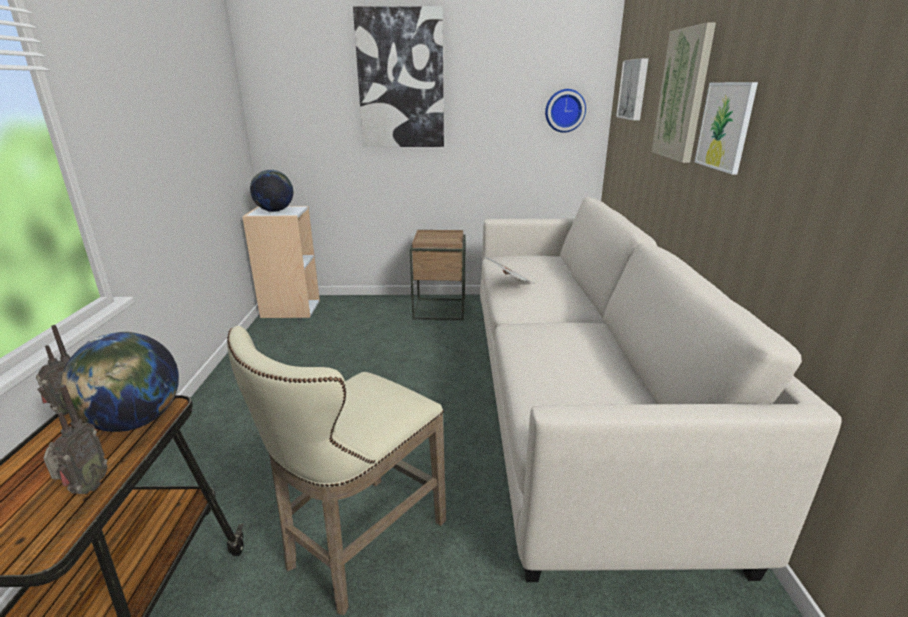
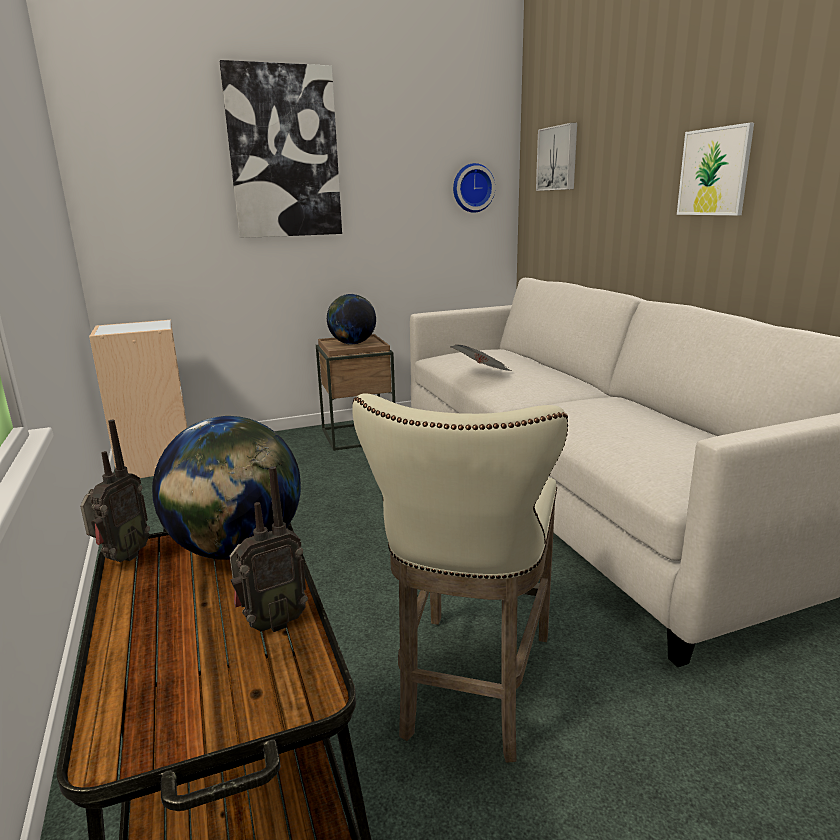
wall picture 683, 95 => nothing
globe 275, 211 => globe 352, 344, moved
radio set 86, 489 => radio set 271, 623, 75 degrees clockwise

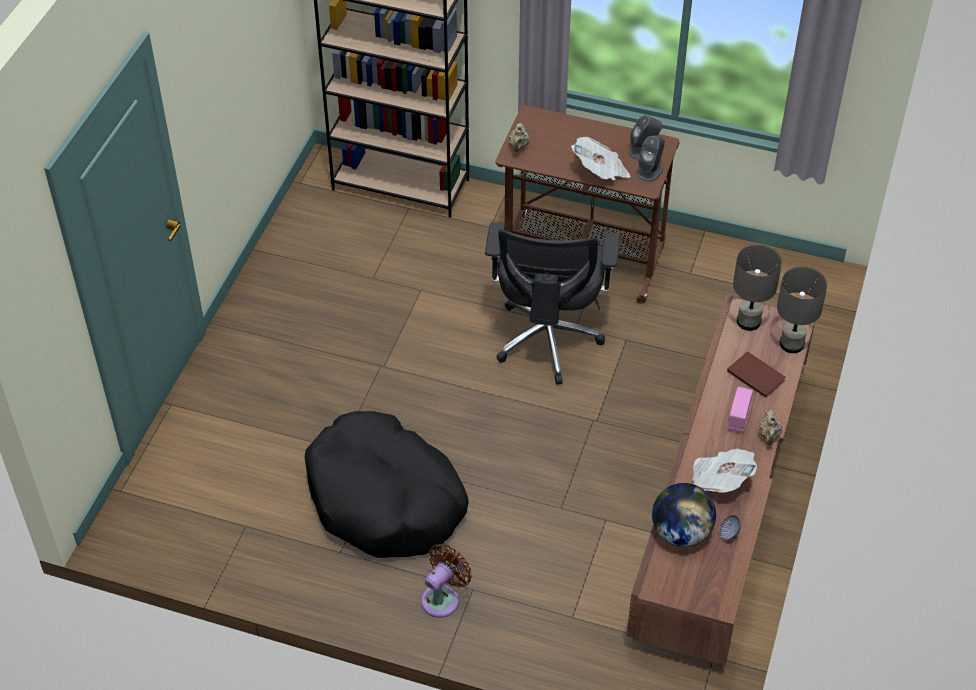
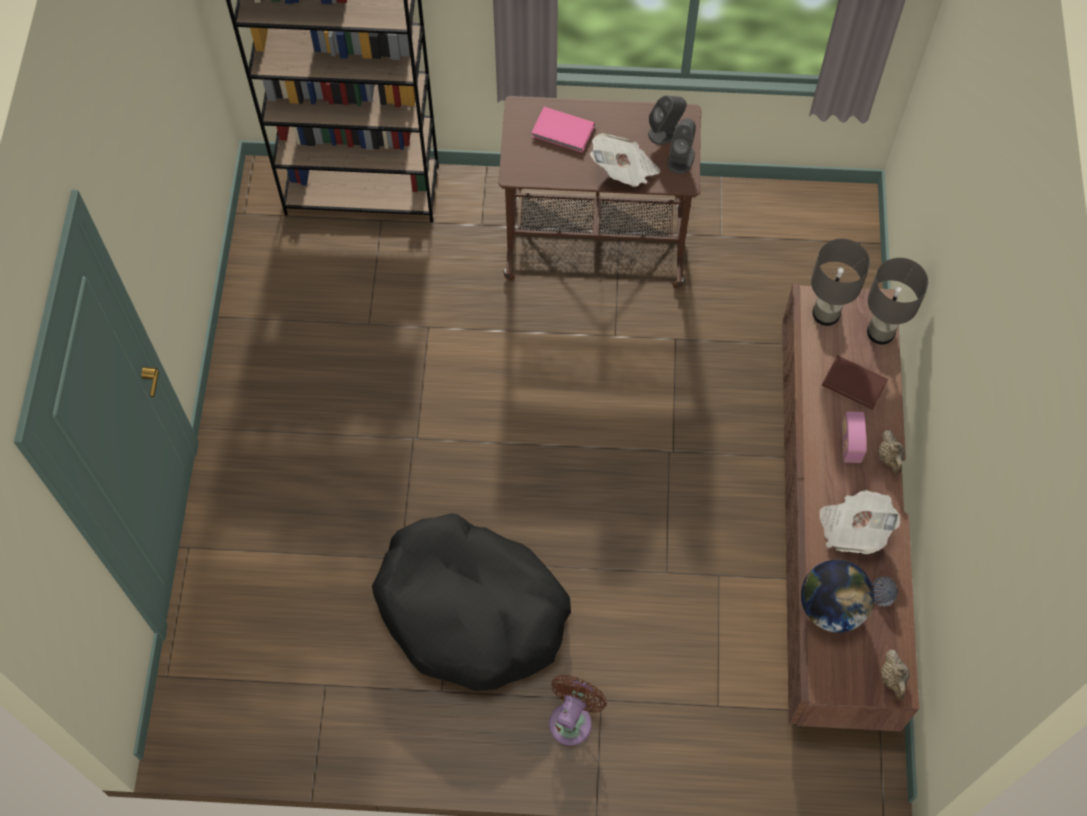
teapot in beige-coloured 518, 147 => teapot in beige-coloured 893, 679, moved
office chair 547, 336 => nothing
nothing => volume in pinkish 563, 132

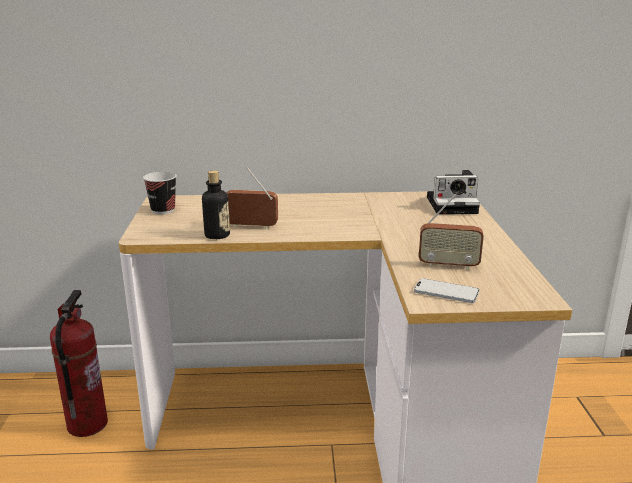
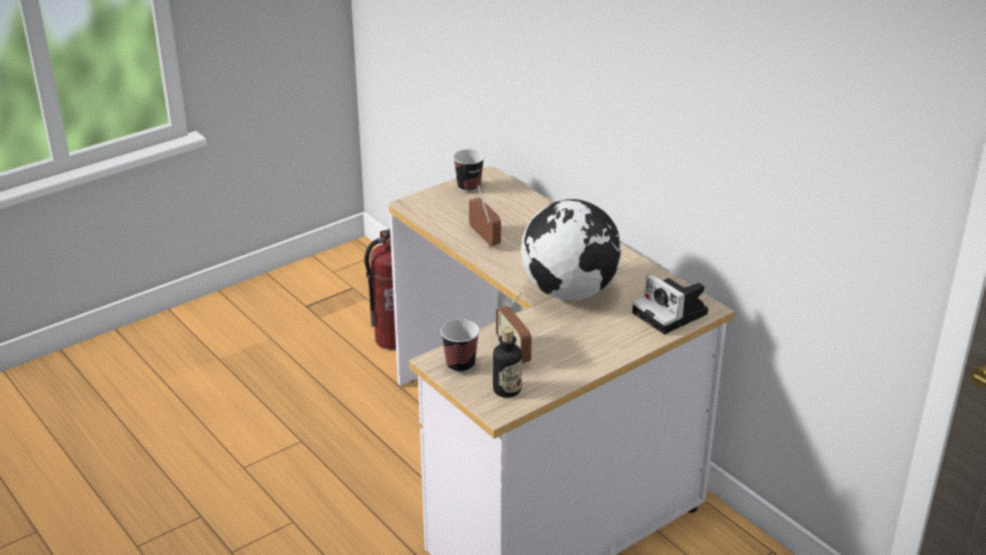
bottle 217, 235 => bottle 507, 390, moved
telephone 446, 292 => small cup 460, 365
nothing => globe 570, 292

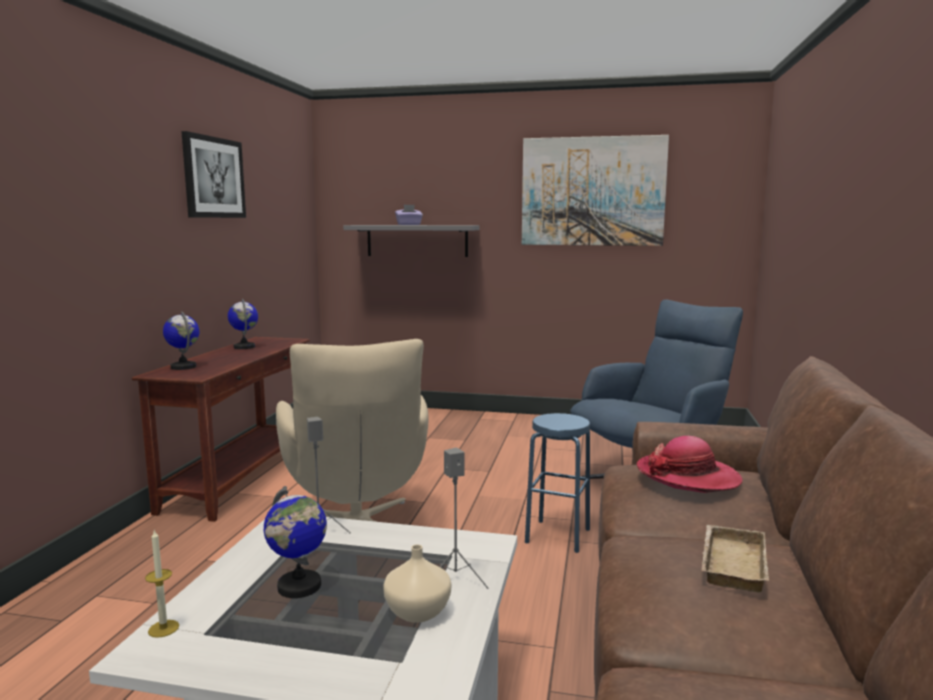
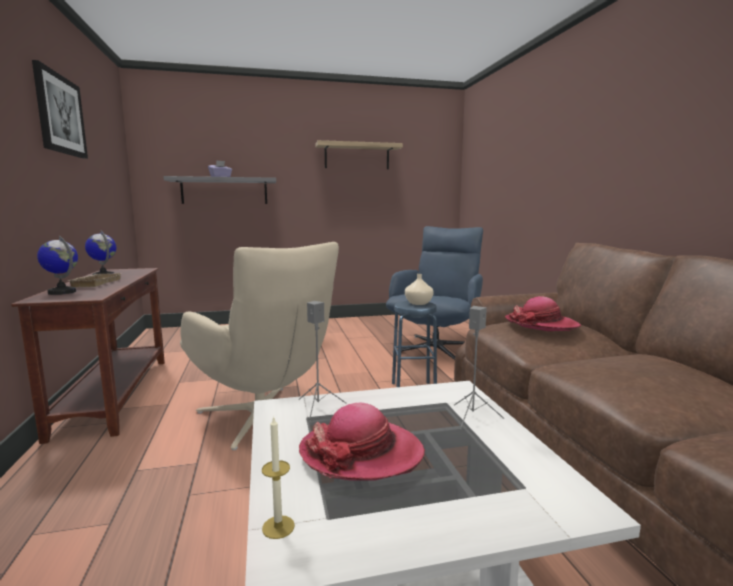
wall picture 592, 191 => wall shelf 357, 156
globe 299, 586 => clothing hat 361, 453
carrying tray in beige-coloured 730, 563 => carrying tray in beige-coloured 95, 283, moved
vase in beige-coloured 418, 612 => vase in beige-coloured 419, 303, moved

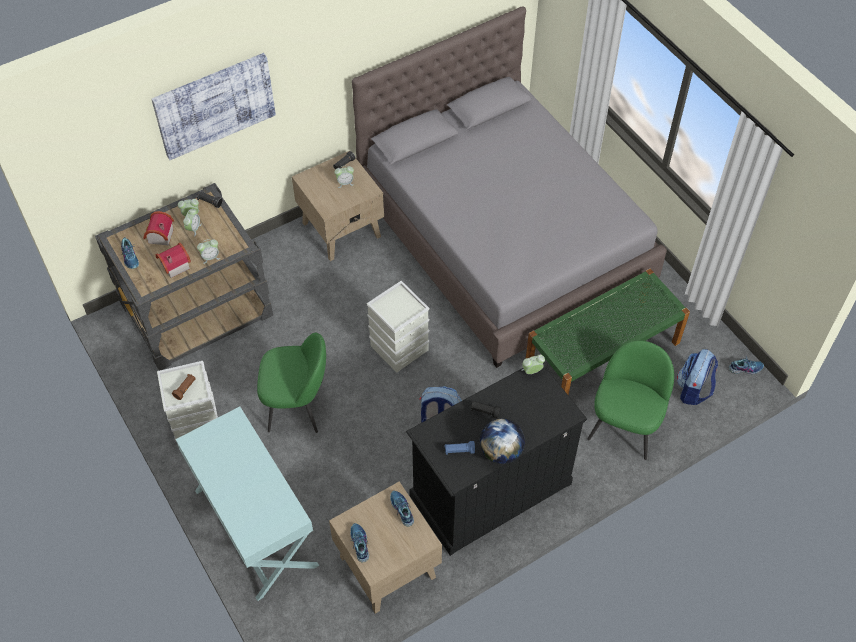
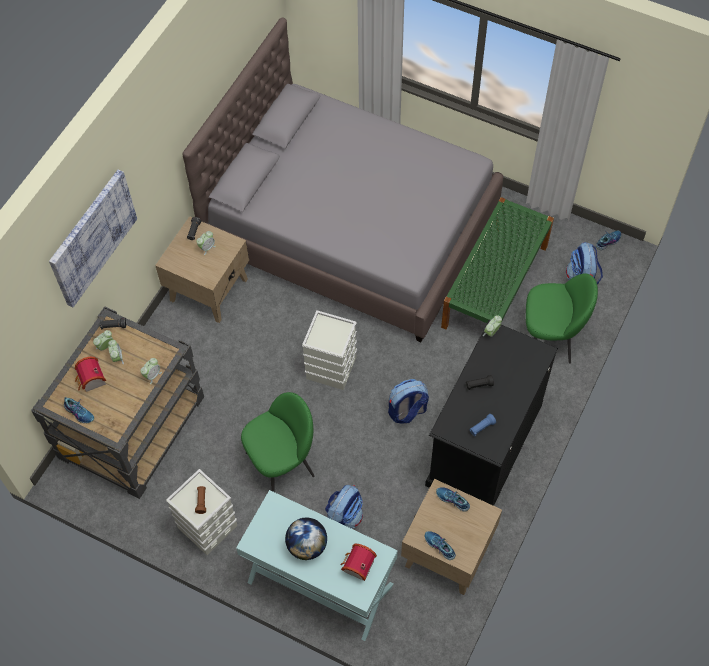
miniature house 173, 265 => miniature house 356, 566, moved
chair in greenish 624, 427 => chair in greenish 550, 337, 105 degrees clockwise
globe 501, 451 => globe 307, 545, moved
nothing => rucksack 344, 516

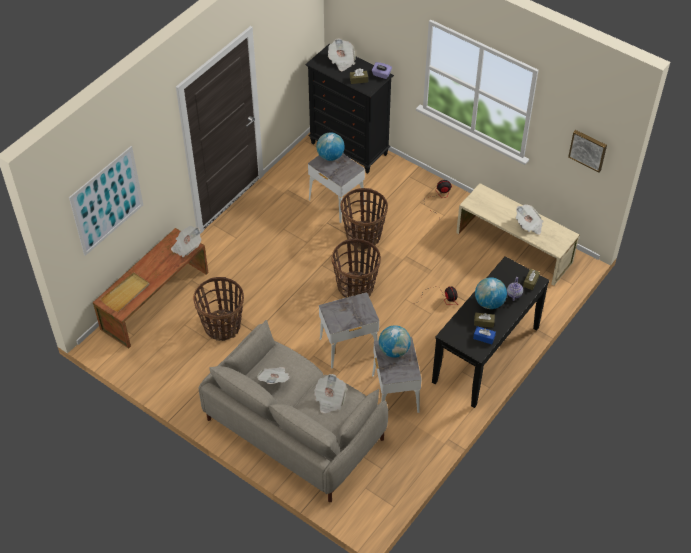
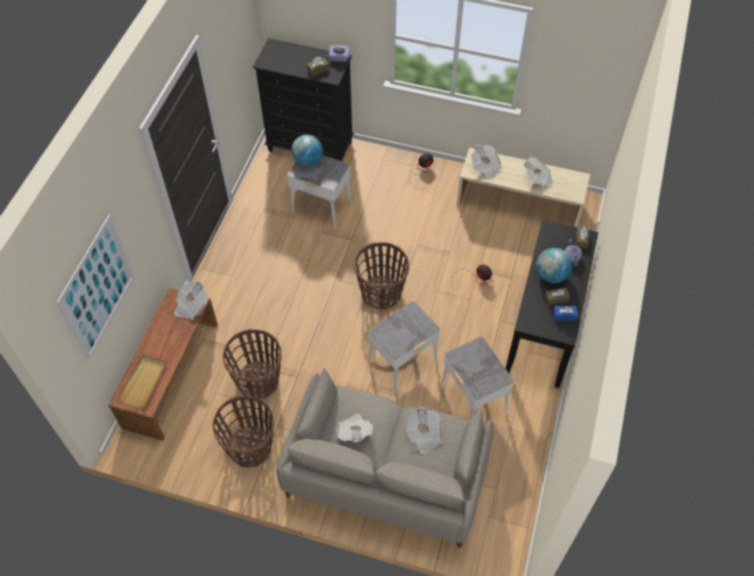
daily paper 341, 61 => daily paper 486, 168, moved
wall picture 588, 150 => nothing
household basket 363, 236 => household basket 250, 447, moved
globe 394, 350 => nothing

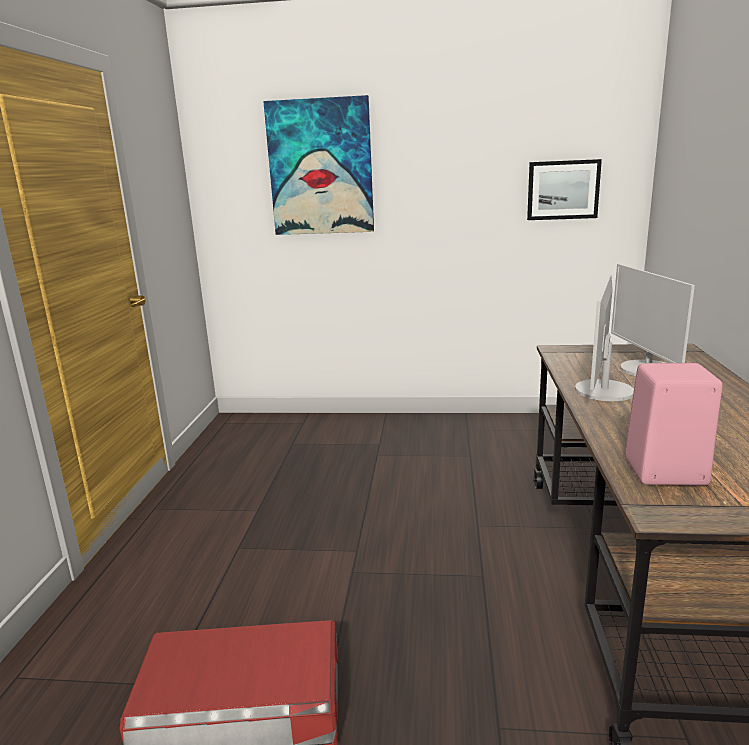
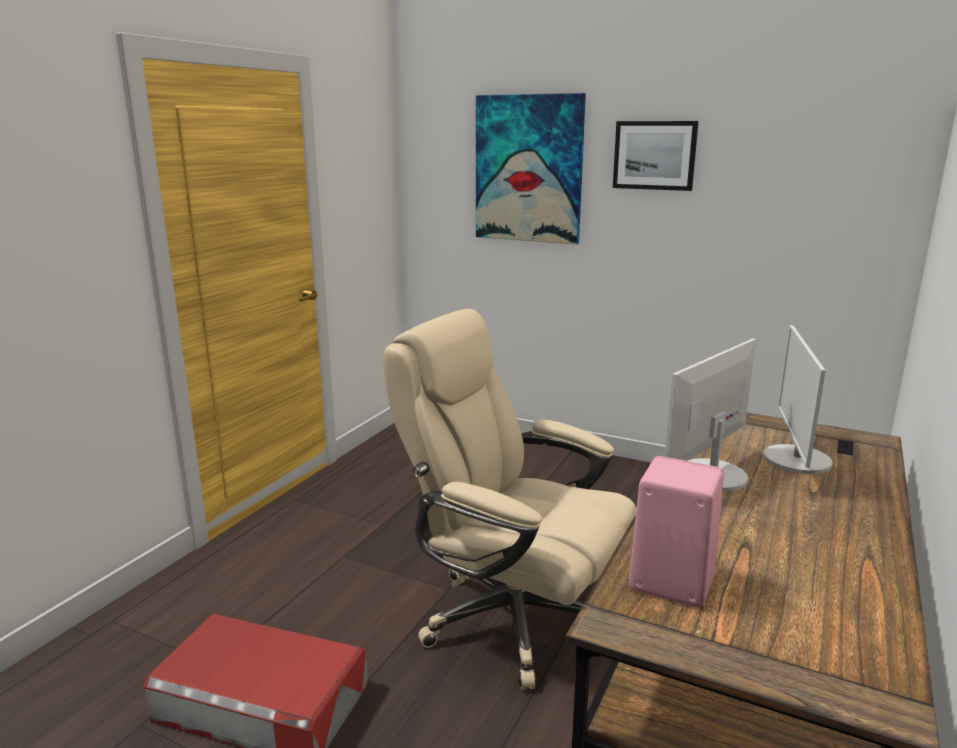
wall picture 563, 190 => wall picture 654, 155, moved
nothing => office chair in beige-coloured 513, 619

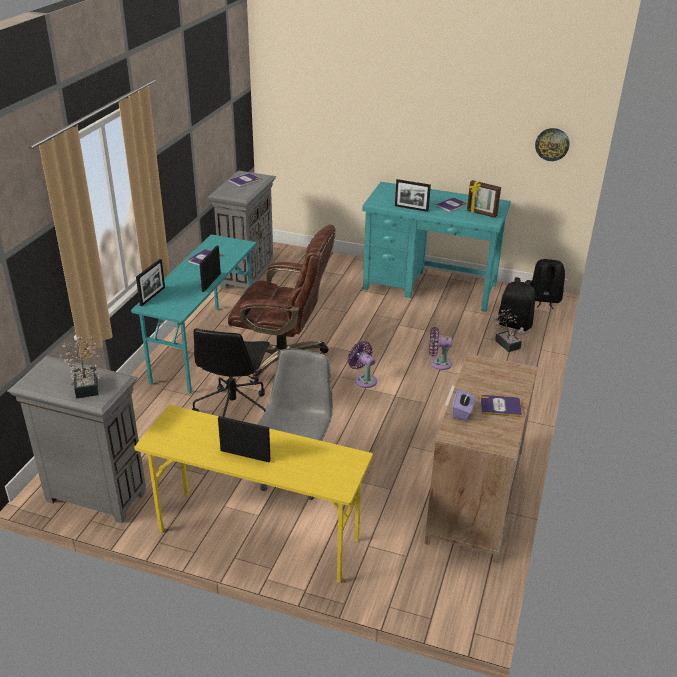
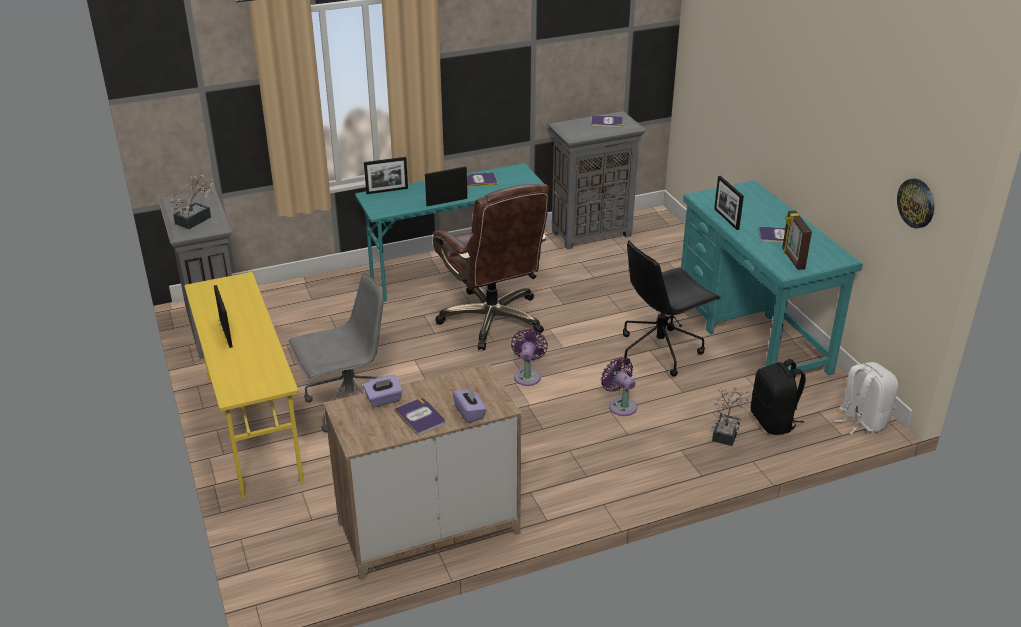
rucksack in blackish 544, 300 => rucksack in white-coloured 861, 420
office chair in blackish 234, 409 => office chair in blackish 662, 350, moved
nothing => box of tissues in purple 470, 413

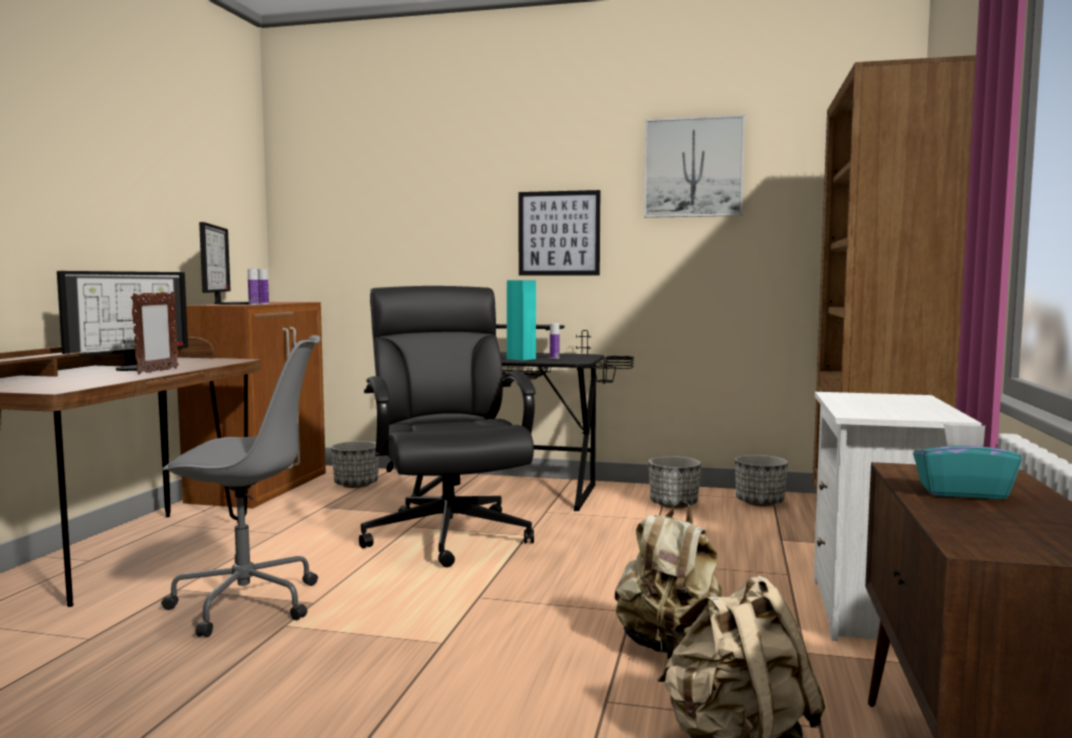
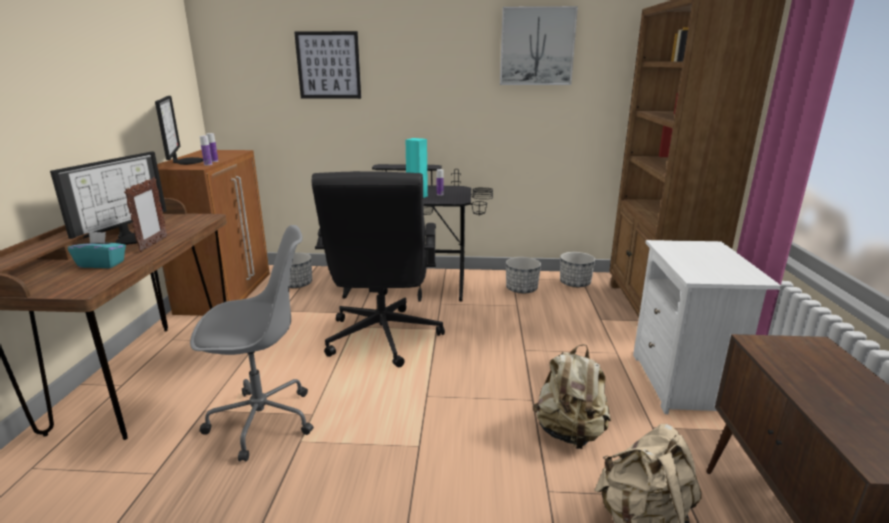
wall picture 559, 233 => wall picture 328, 65, moved
office chair in blackish 448, 537 => office chair in blackish 383, 335, 150 degrees counterclockwise
box of tissues in turquoise-coloured 962, 492 => box of tissues in turquoise-coloured 102, 264, moved

